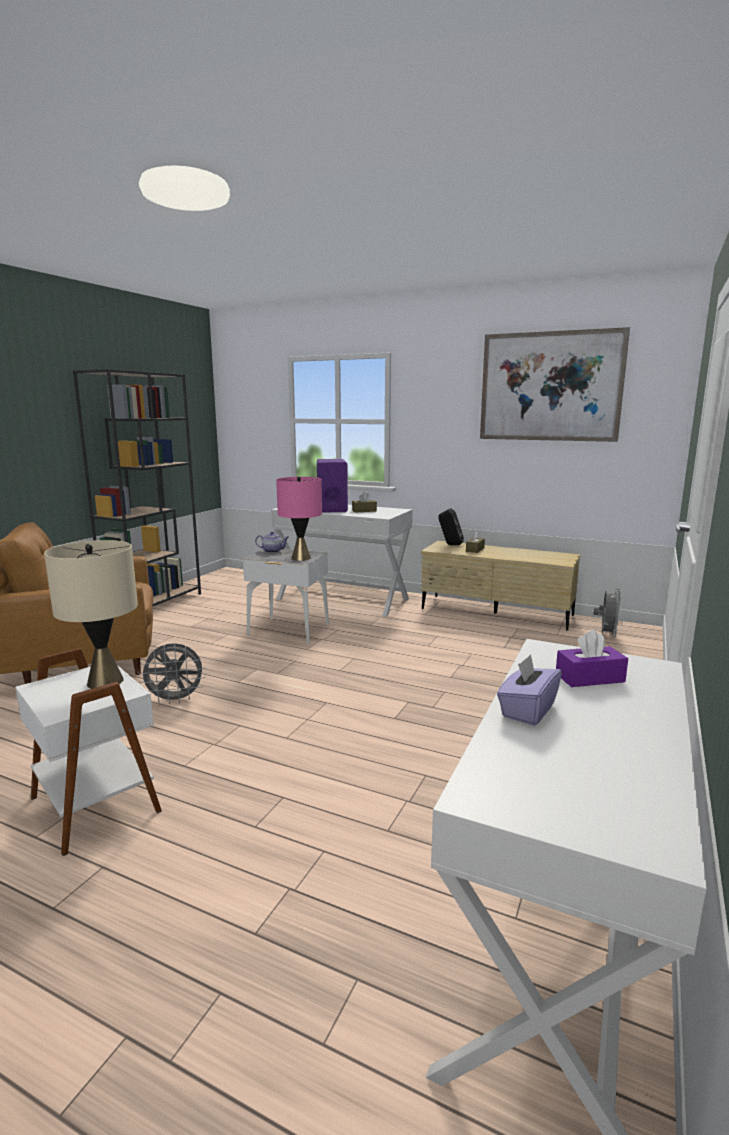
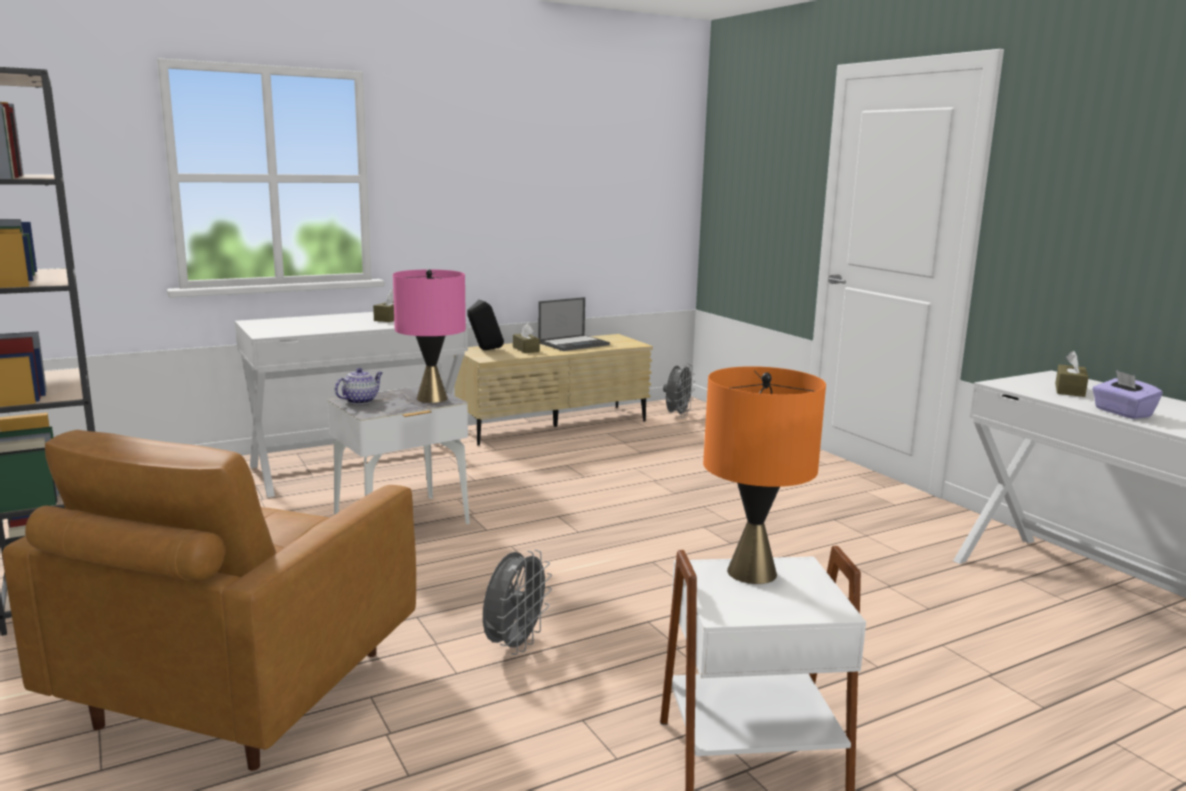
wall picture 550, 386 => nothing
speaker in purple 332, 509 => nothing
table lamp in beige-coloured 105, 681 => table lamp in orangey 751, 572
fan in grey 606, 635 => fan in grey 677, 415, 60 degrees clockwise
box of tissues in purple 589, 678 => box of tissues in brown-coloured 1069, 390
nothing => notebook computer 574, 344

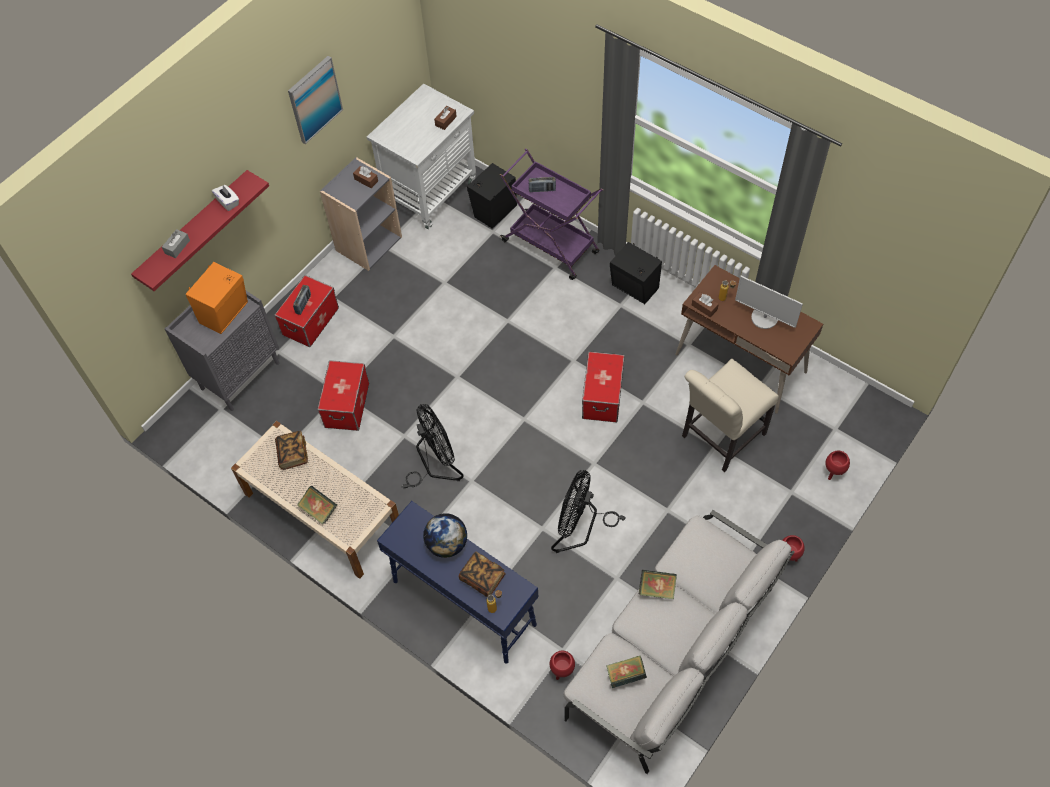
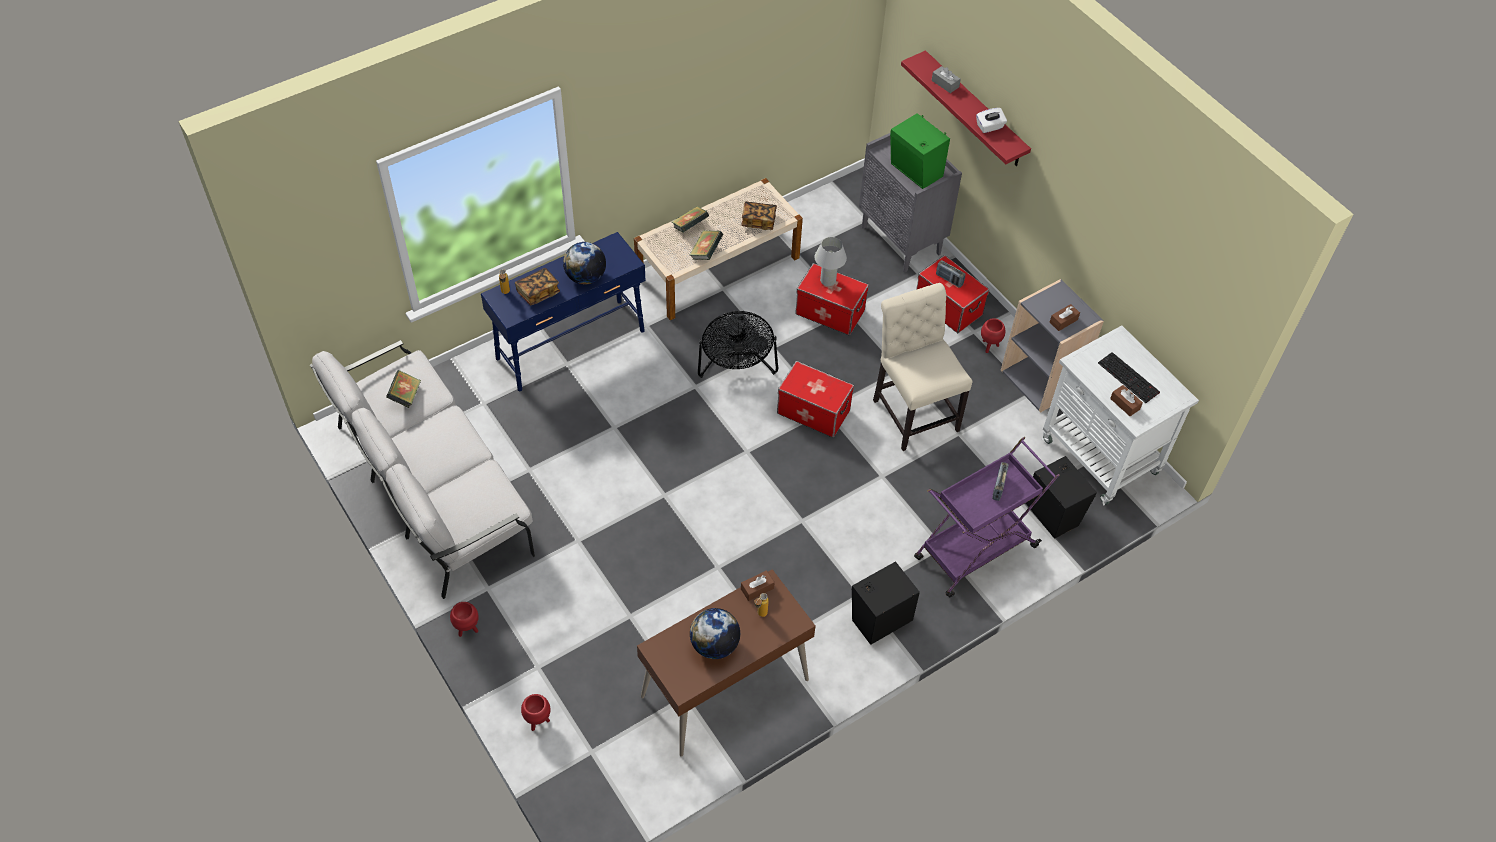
wall picture 314, 99 => nothing
speaker in orangey 226, 313 => speaker in greenish 915, 172
computer screen 764, 318 => globe 714, 645
storage container 602, 396 => storage container 813, 412, moved
chair in beige-coloured 719, 438 => chair in beige-coloured 913, 411, moved
fan in blackish 581, 522 => nothing
volume 657, 589 => volume 706, 252, moved
plant pot in reddish 562, 671 => plant pot in reddish 989, 346, moved
nothing => table lamp in white-coloured 828, 281
nothing => PC keyboard 1129, 378

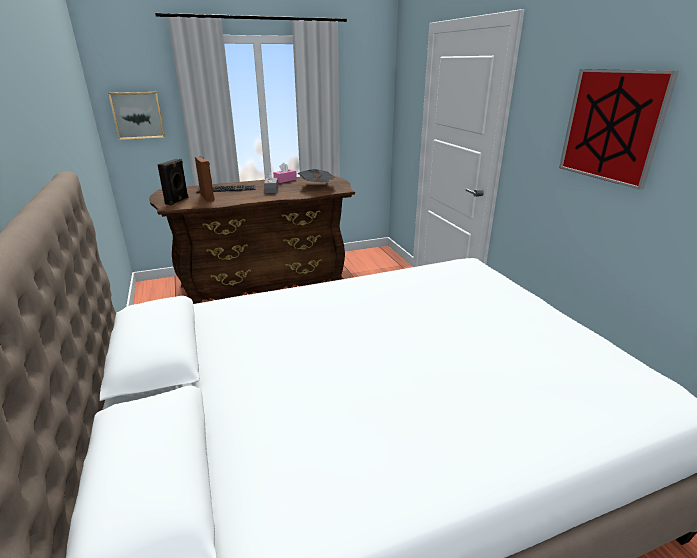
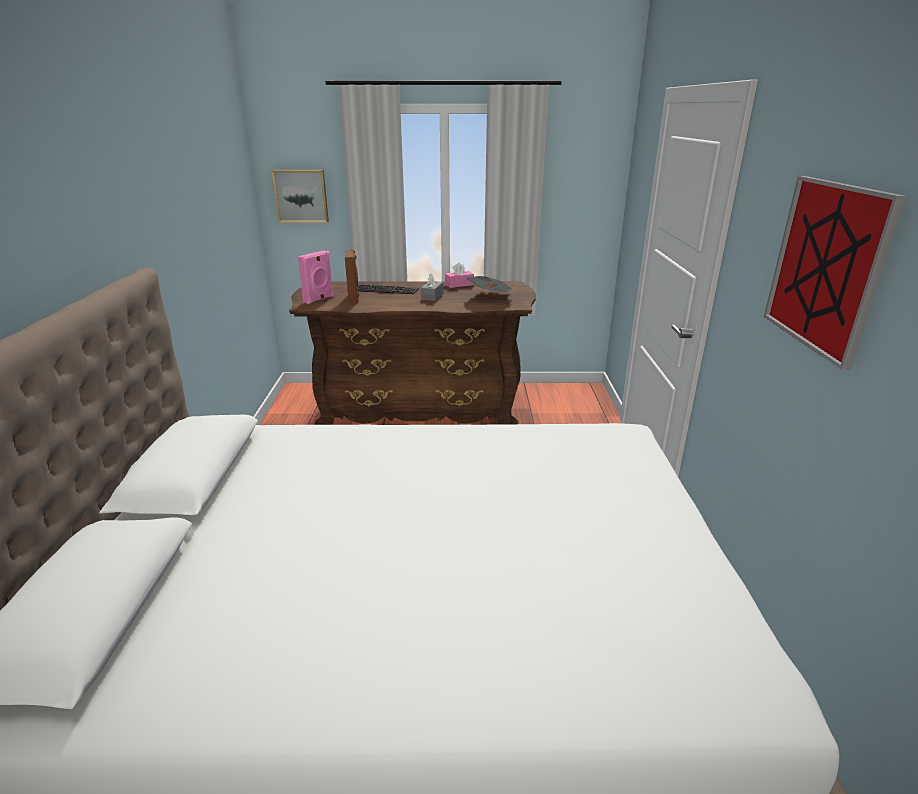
speaker in blackish 177, 201 => speaker in pinkish 319, 299

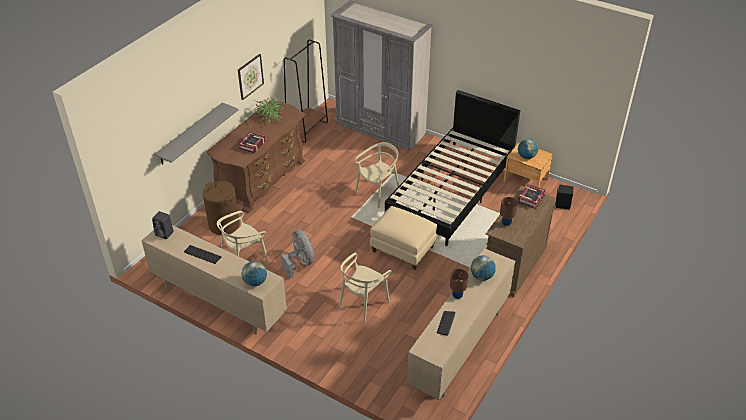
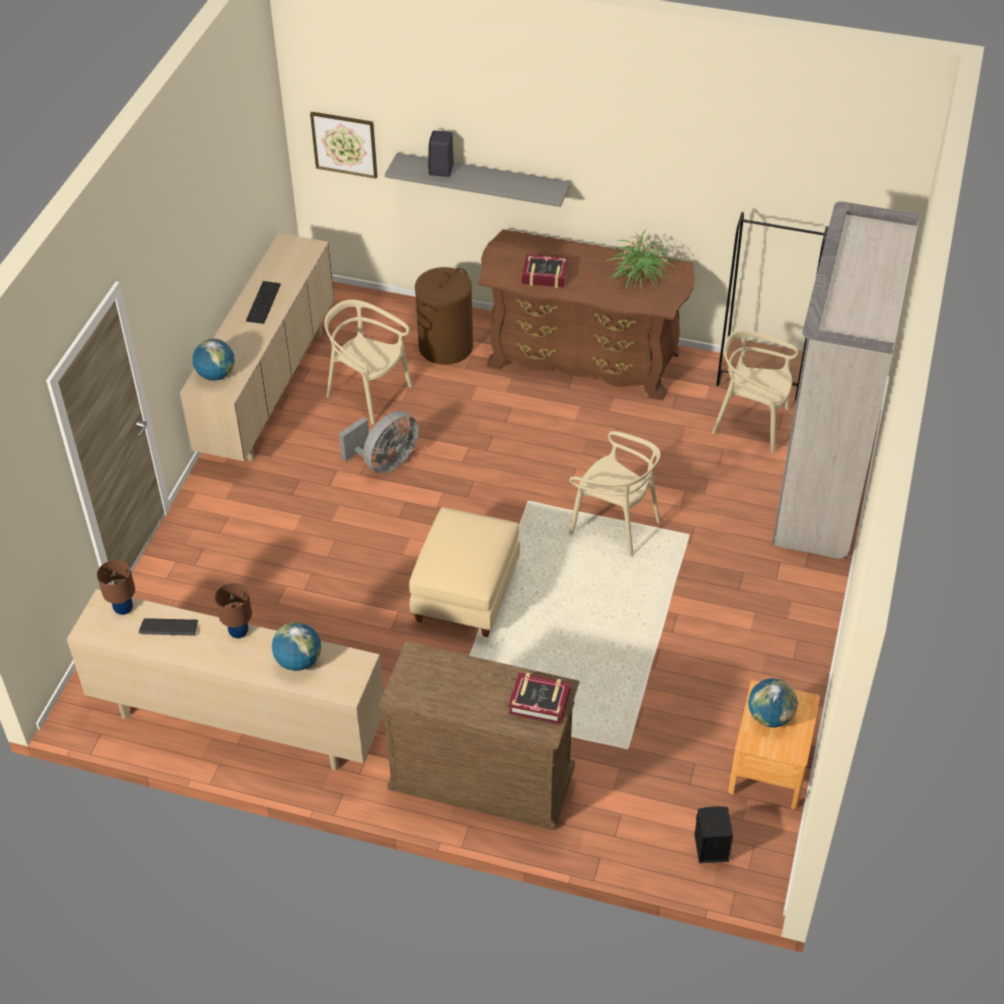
wall picture 250, 76 => wall picture 344, 144, moved
sleeping bed in blackish 451, 192 => nothing
table lamp in brown-coloured 506, 223 => table lamp in brown-coloured 123, 610, moved
speaker in blackish 165, 233 => speaker in blackish 441, 170, moved
chair in beige-coloured 363, 304 => chair in beige-coloured 751, 423, moved

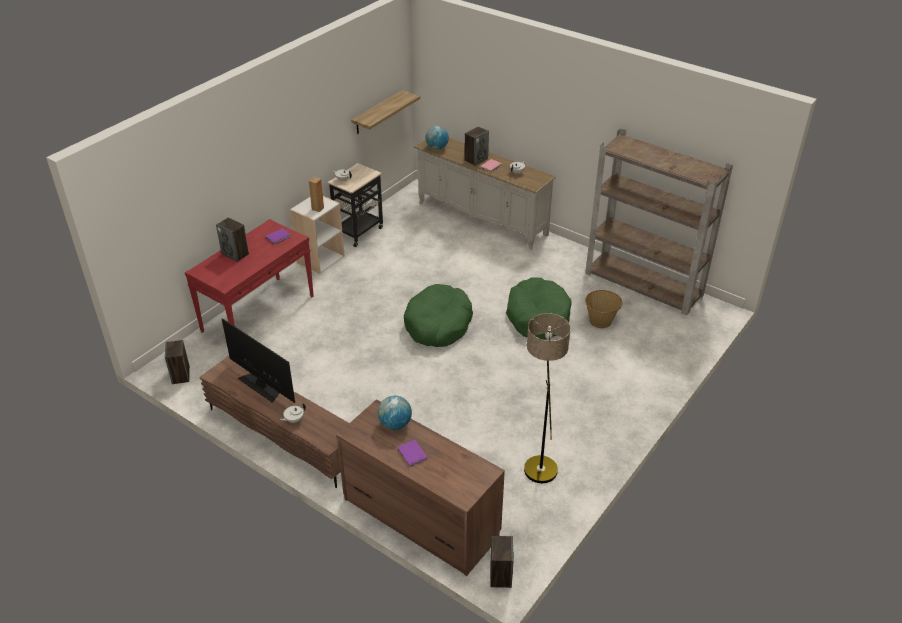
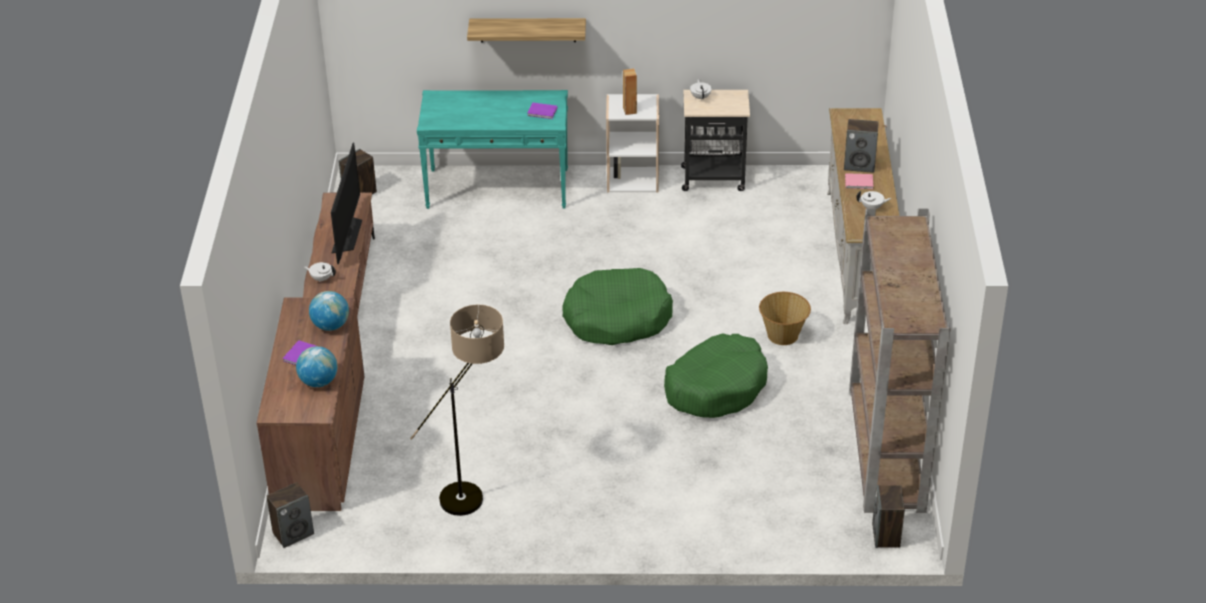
wall shelf 378, 112 => wall shelf 528, 30, moved
globe 437, 148 => globe 318, 382, moved
speaker 235, 254 => speaker 886, 535, moved
hall table in reddish 258, 313 => hall table in turquoise-coloured 498, 188
household basket 601, 321 => household basket 783, 335, moved

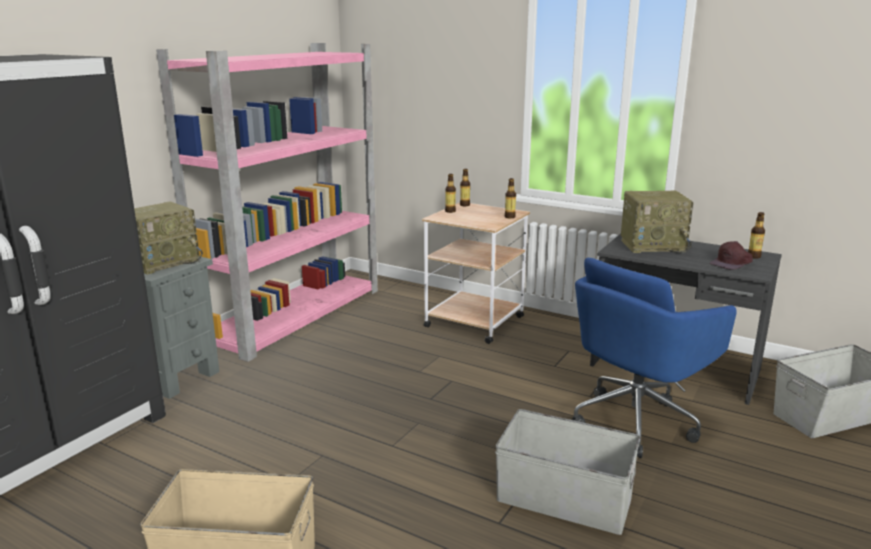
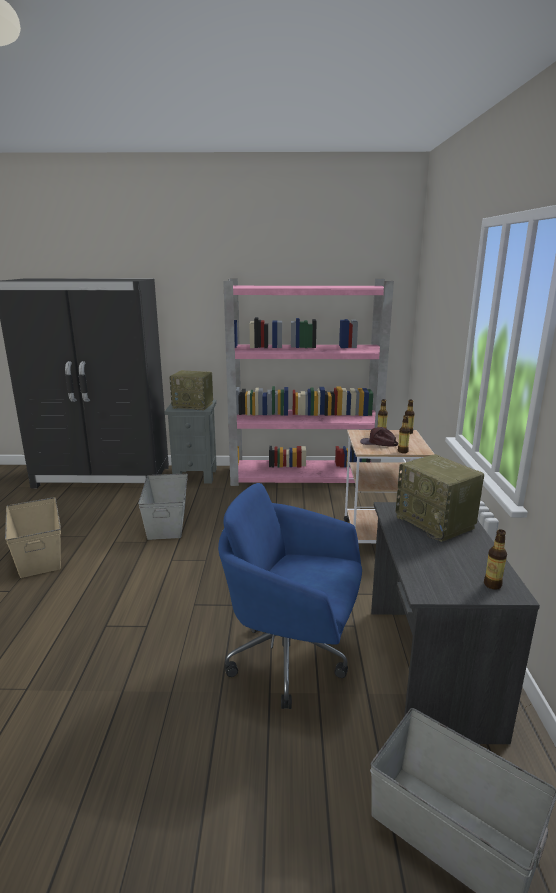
cap in brown-coloured 732, 263 => cap in brown-coloured 378, 443, moved
storage container in grey 563, 499 => storage container in grey 167, 521, moved

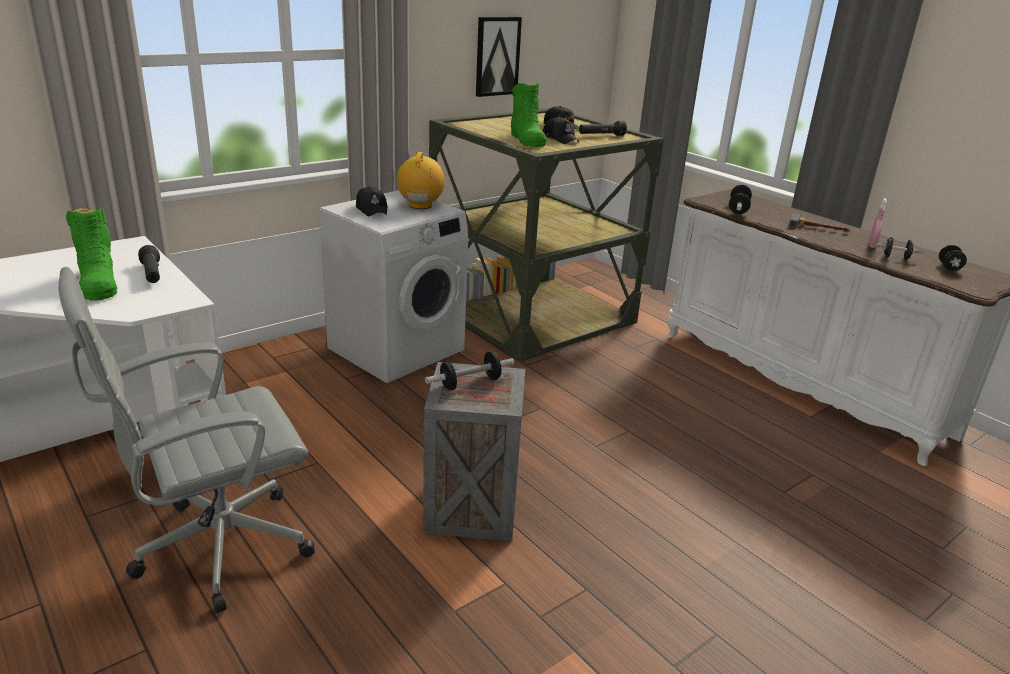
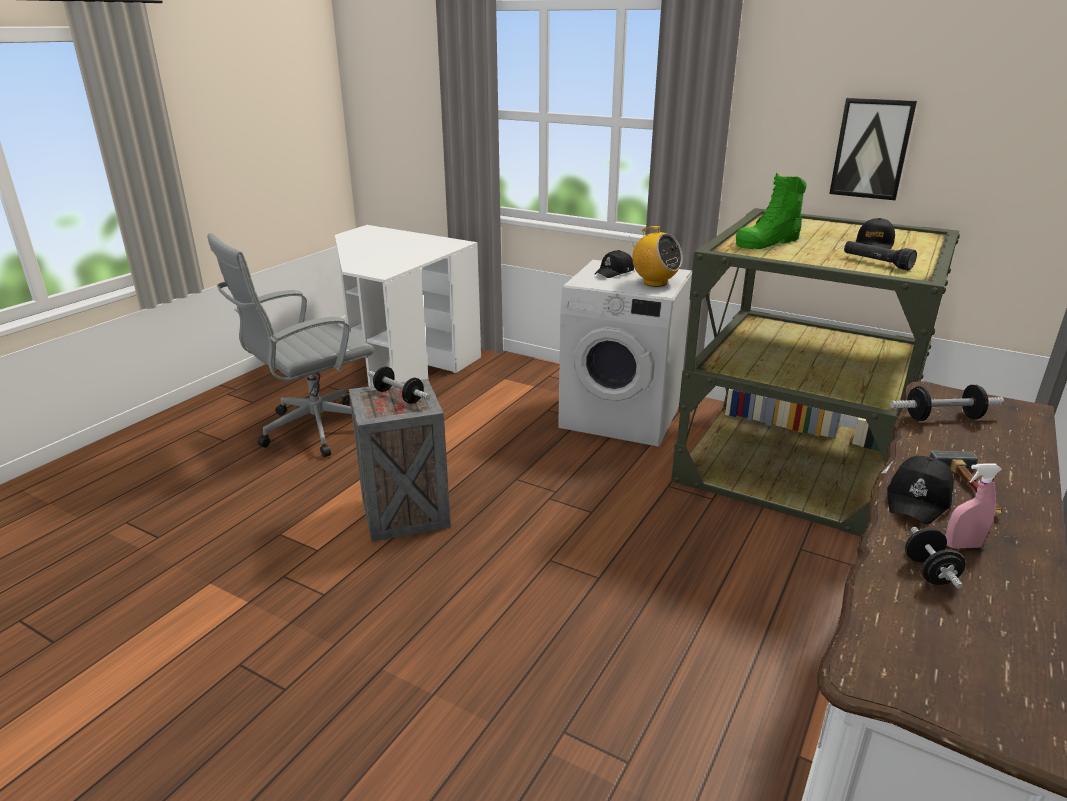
cap in blackish 560, 139 => cap in blackish 919, 499, moved
radio set 420, 205 => radio set 654, 283, 60 degrees clockwise
boot in greenish 98, 283 => nothing
torch in blackish 152, 274 => nothing
dumbbell in blackish 949, 267 => nothing
office chair in grey 215, 550 => office chair in grey 312, 431, 75 degrees counterclockwise

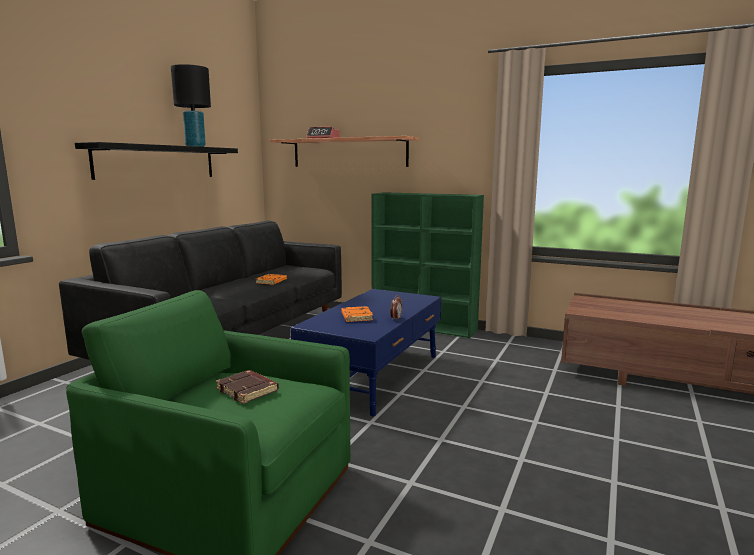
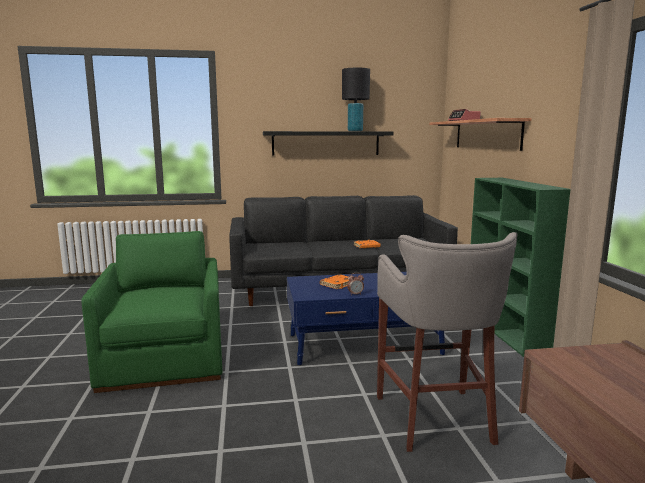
volume in brown-coloured 248, 390 => nothing
nothing => stool in grey 436, 420

